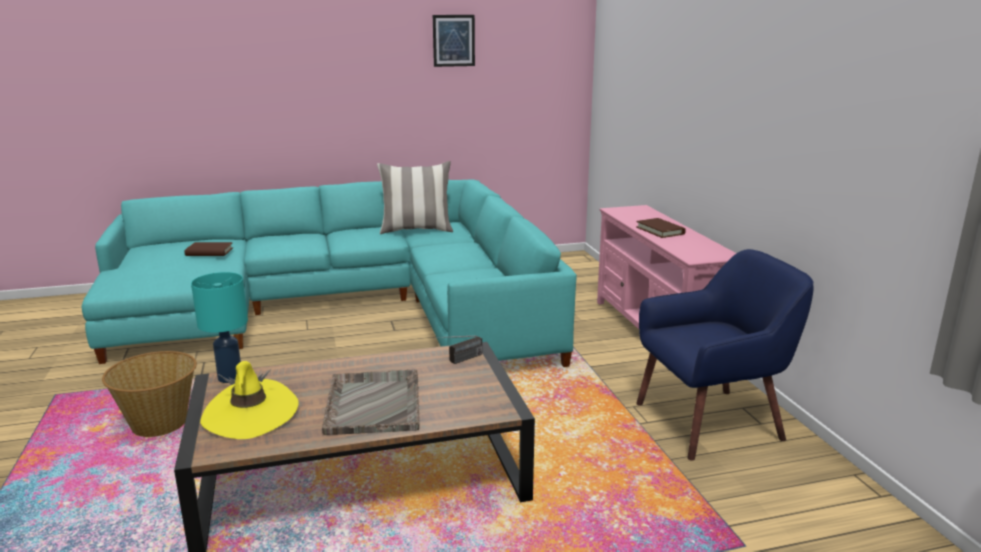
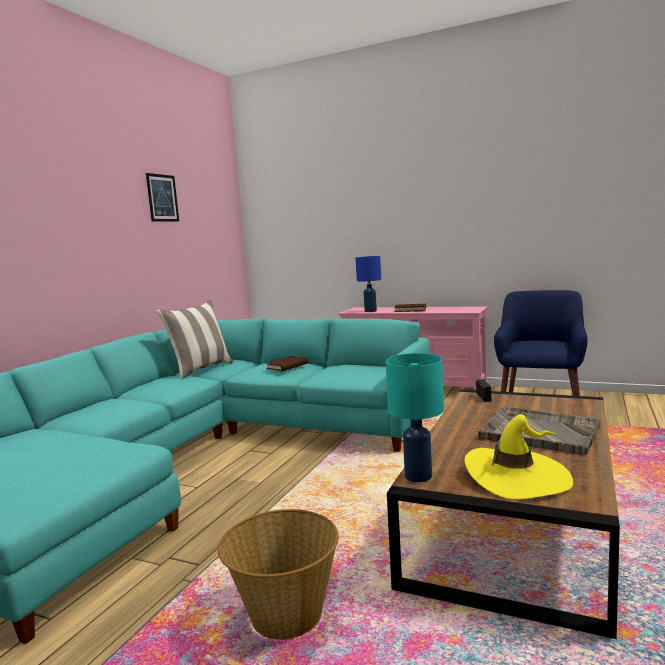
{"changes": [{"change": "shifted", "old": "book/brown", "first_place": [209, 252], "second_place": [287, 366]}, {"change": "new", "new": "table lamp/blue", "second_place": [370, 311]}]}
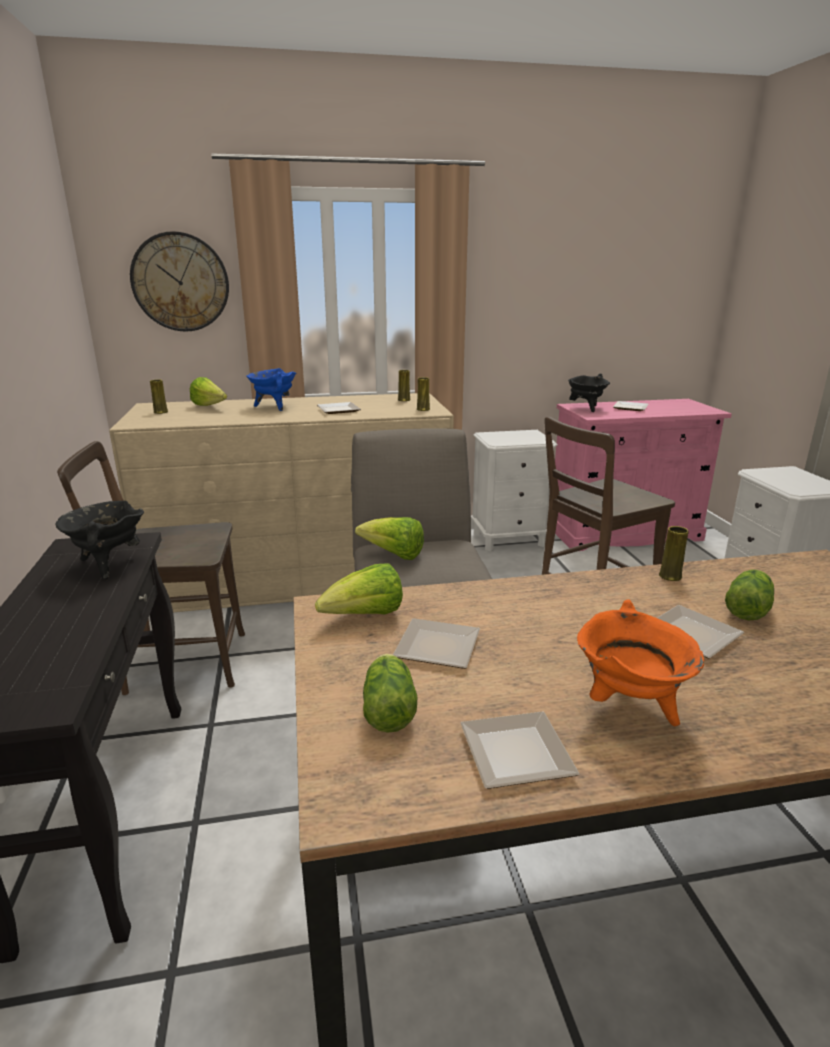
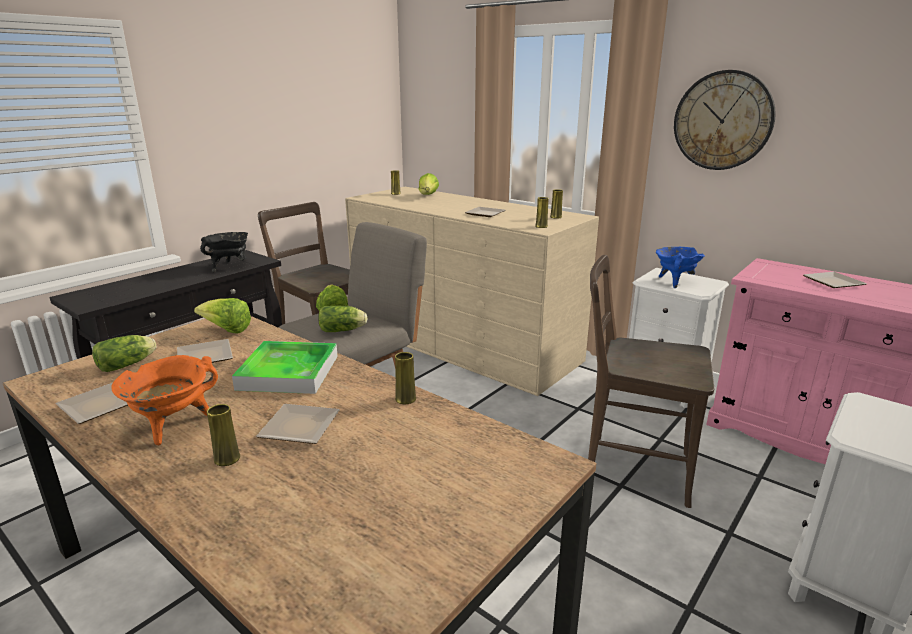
{"changes": [{"change": "shifted", "old": "wall clock", "first_place": [180, 282], "second_place": [723, 121]}, {"change": "shifted", "old": "cooking pot/blue", "first_place": [274, 407], "second_place": [674, 282]}, {"change": "gone", "old": "cooking pot/black", "first_place": [586, 408]}, {"change": "shifted", "old": "lettuce", "first_place": [748, 608], "second_place": [344, 330]}, {"change": "new", "new": "tray", "second_place": [288, 372]}, {"change": "new", "new": "vase/yellow", "second_place": [227, 459]}]}
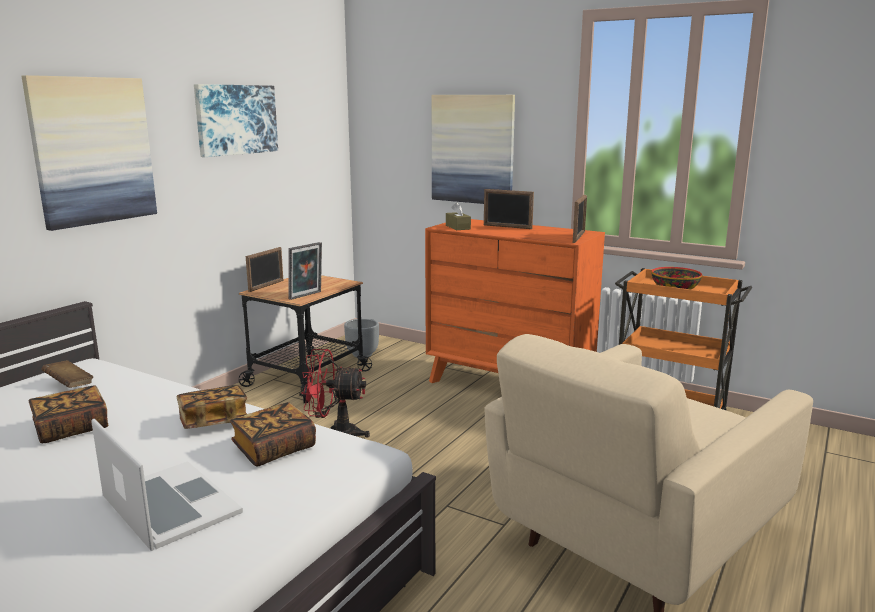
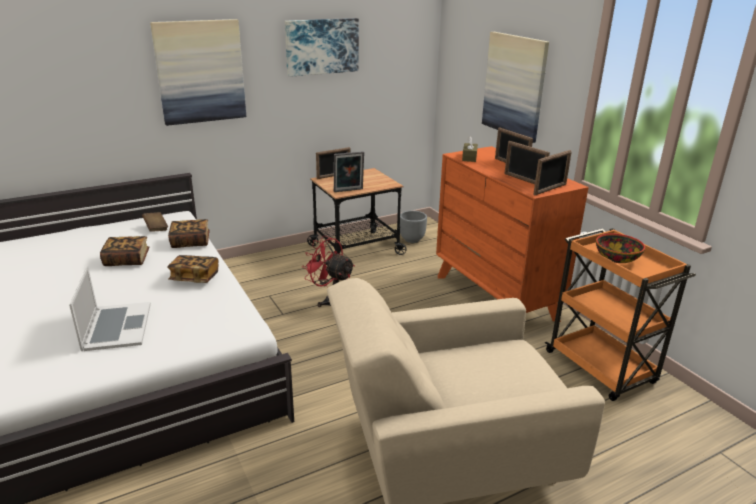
{"changes": [{"change": "shifted", "old": "book", "first_place": [274, 449], "second_place": [190, 242]}, {"change": "new", "new": "picture frame", "second_place": [523, 180]}]}
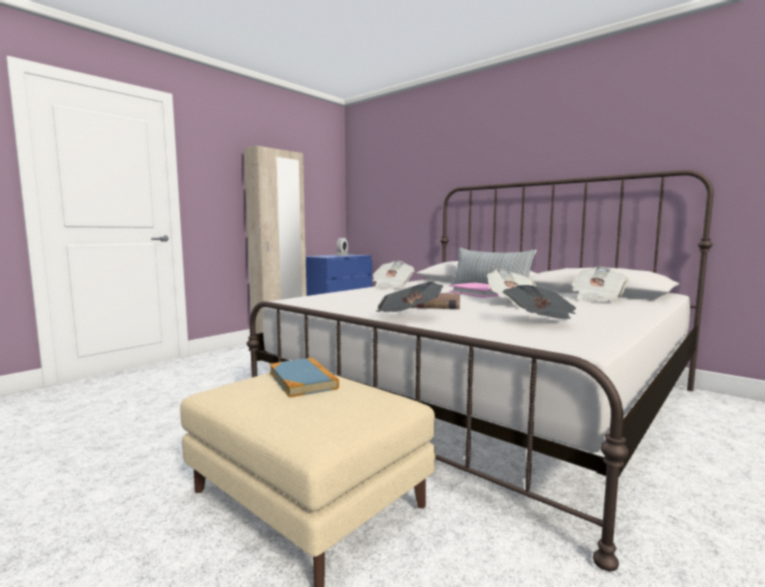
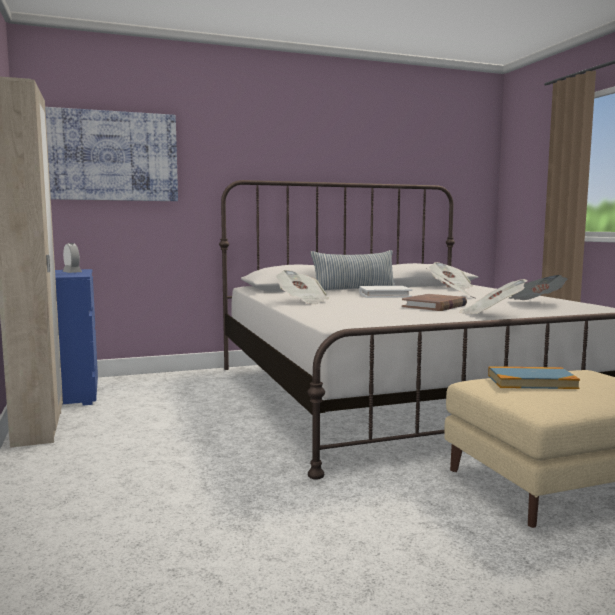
{"changes": [{"change": "repainted", "old": "book/pink", "new": "book/white", "first_place": [479, 293], "second_place": [384, 295]}, {"change": "new", "new": "picture", "second_place": [110, 156]}]}
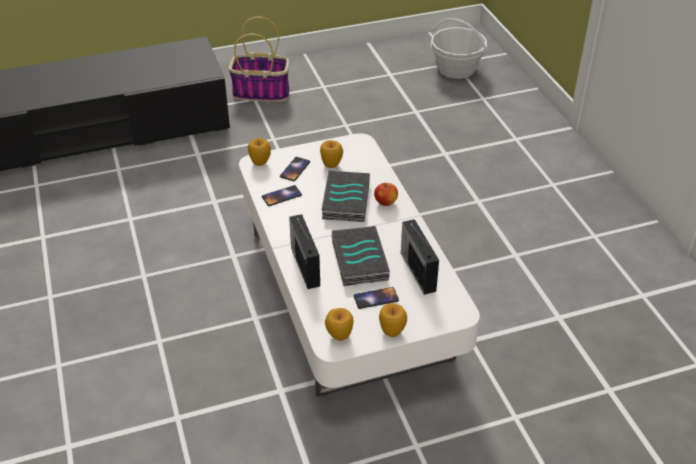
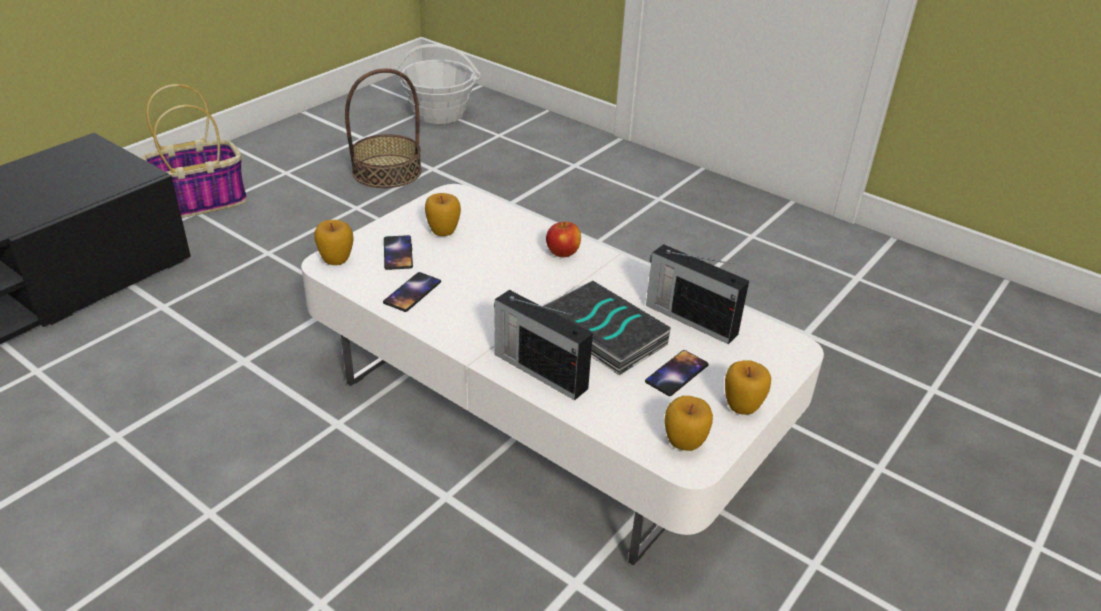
{"changes": [{"change": "gone", "old": "book", "first_place": [344, 200]}, {"change": "new", "new": "basket", "second_place": [387, 171]}]}
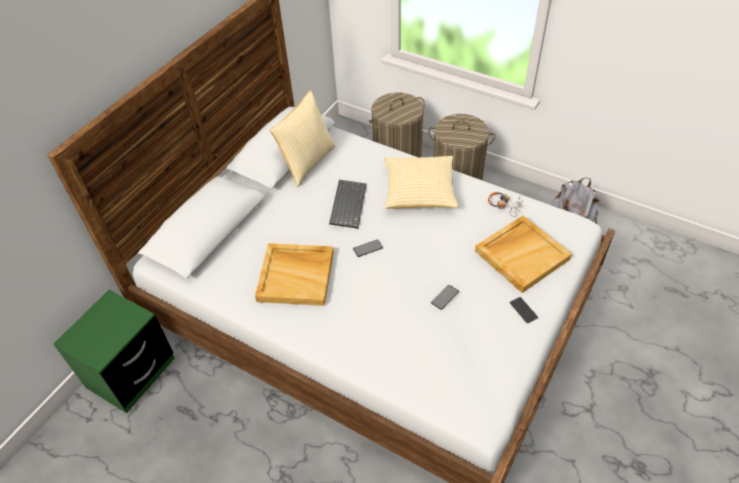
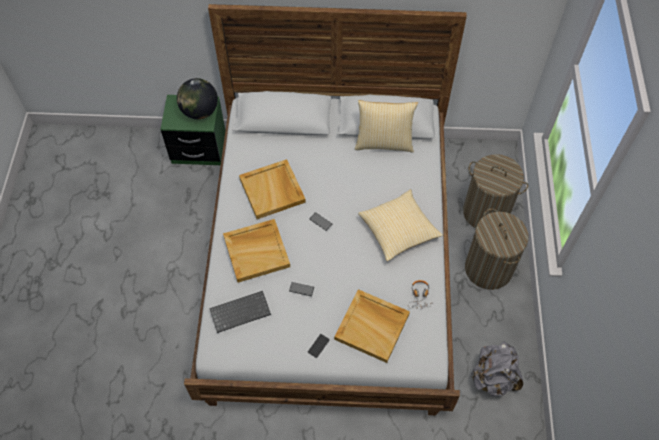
{"changes": [{"change": "shifted", "old": "keyboard", "first_place": [347, 204], "second_place": [240, 311]}, {"change": "new", "new": "globe", "second_place": [200, 111]}, {"change": "new", "new": "tray/beige", "second_place": [257, 251]}]}
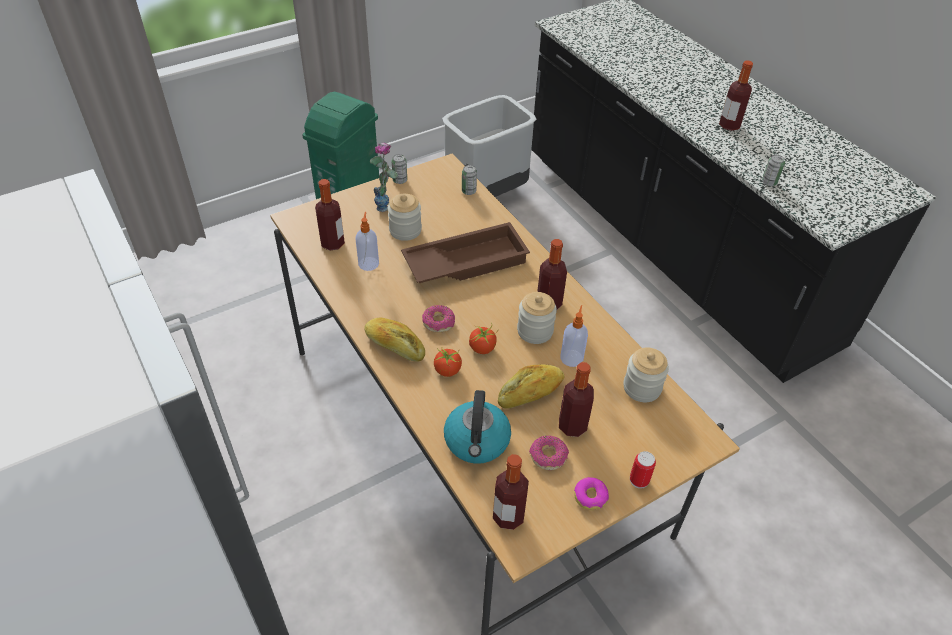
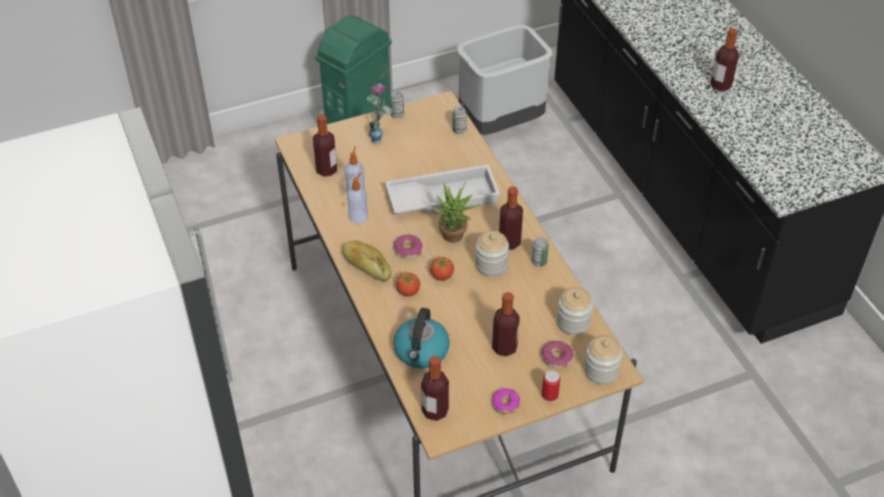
{"changes": [{"change": "shifted", "old": "can", "first_place": [769, 182], "second_place": [539, 262]}, {"change": "shifted", "old": "jar", "first_place": [405, 230], "second_place": [601, 371]}, {"change": "repainted", "old": "tray/brown", "new": "tray/white", "first_place": [465, 261], "second_place": [443, 197]}, {"change": "shifted", "old": "soap dispenser", "first_place": [571, 357], "second_place": [358, 217]}, {"change": "gone", "old": "bread", "first_place": [531, 393]}, {"change": "shifted", "old": "donut", "first_place": [548, 456], "second_place": [556, 358]}, {"change": "new", "new": "potted plant", "second_place": [455, 238]}]}
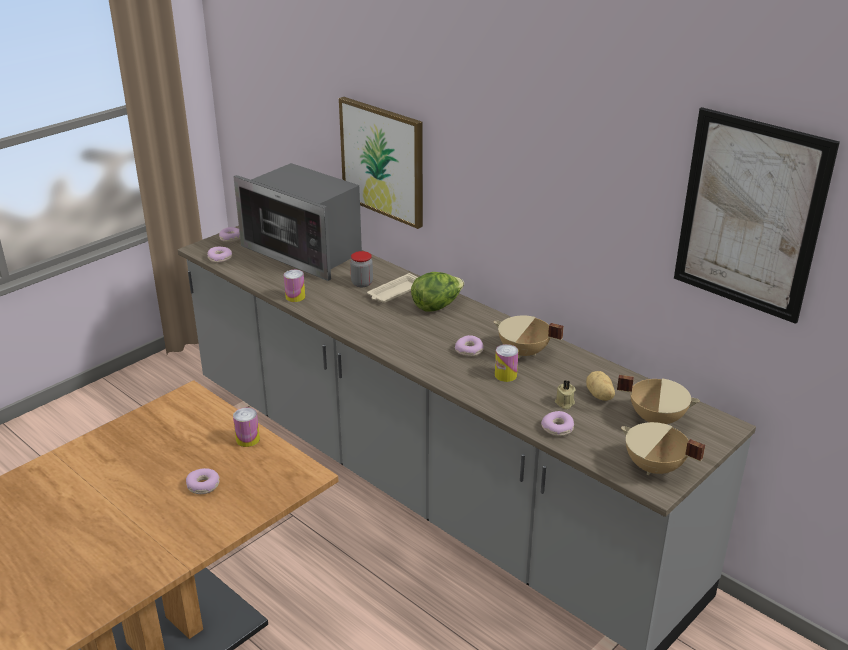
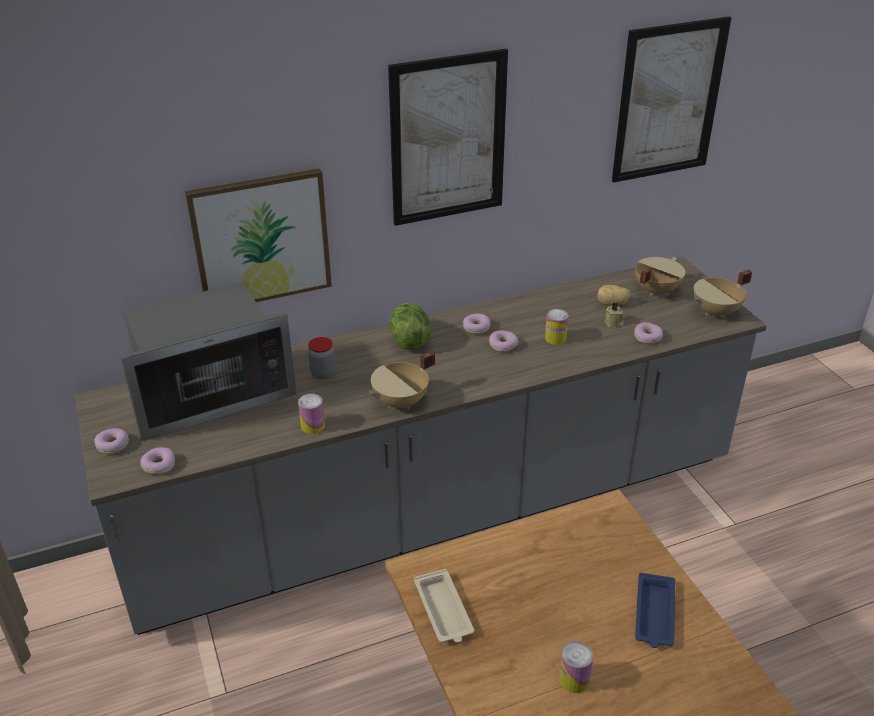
{"changes": [{"change": "shifted", "old": "tray/beige", "first_place": [395, 292], "second_place": [443, 611]}, {"change": "shifted", "old": "cooking pot/beige", "first_place": [523, 353], "second_place": [401, 402]}, {"change": "shifted", "old": "can", "first_place": [248, 439], "second_place": [574, 679]}, {"change": "shifted", "old": "donut", "first_place": [203, 486], "second_place": [476, 328]}, {"change": "new", "new": "picture", "second_place": [448, 139]}, {"change": "new", "new": "tray/blue", "second_place": [654, 615]}]}
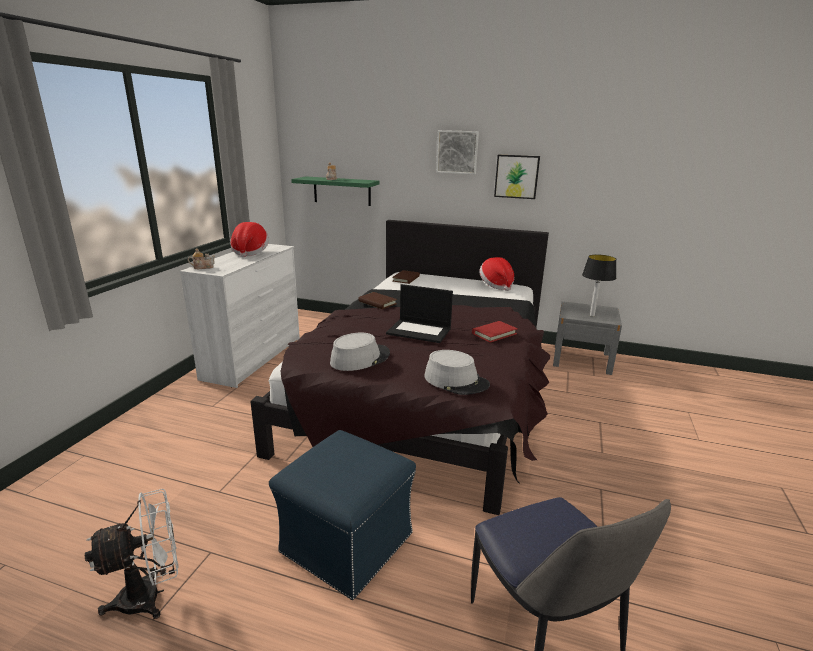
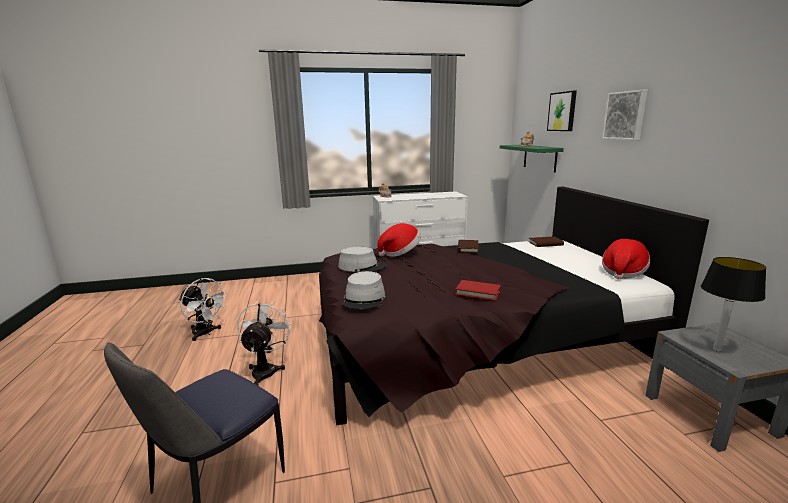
{"changes": [{"change": "shifted", "old": "picture", "first_place": [516, 176], "second_place": [562, 111]}, {"change": "shifted", "old": "hat", "first_place": [250, 252], "second_place": [400, 253]}, {"change": "gone", "old": "laptop", "first_place": [420, 331]}, {"change": "swapped", "old": "ottoman/blue", "new": "fan/white", "first_place": [346, 544], "second_place": [266, 370]}]}
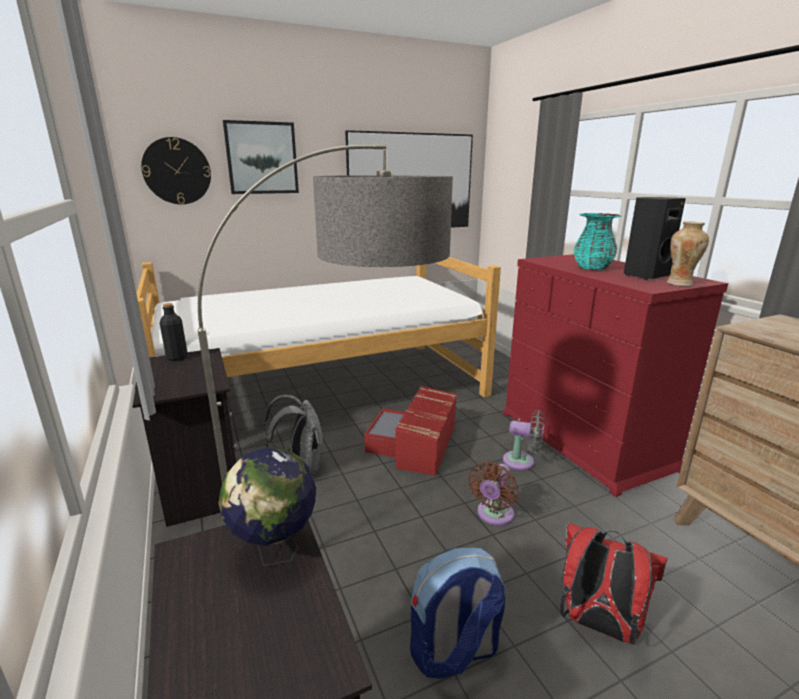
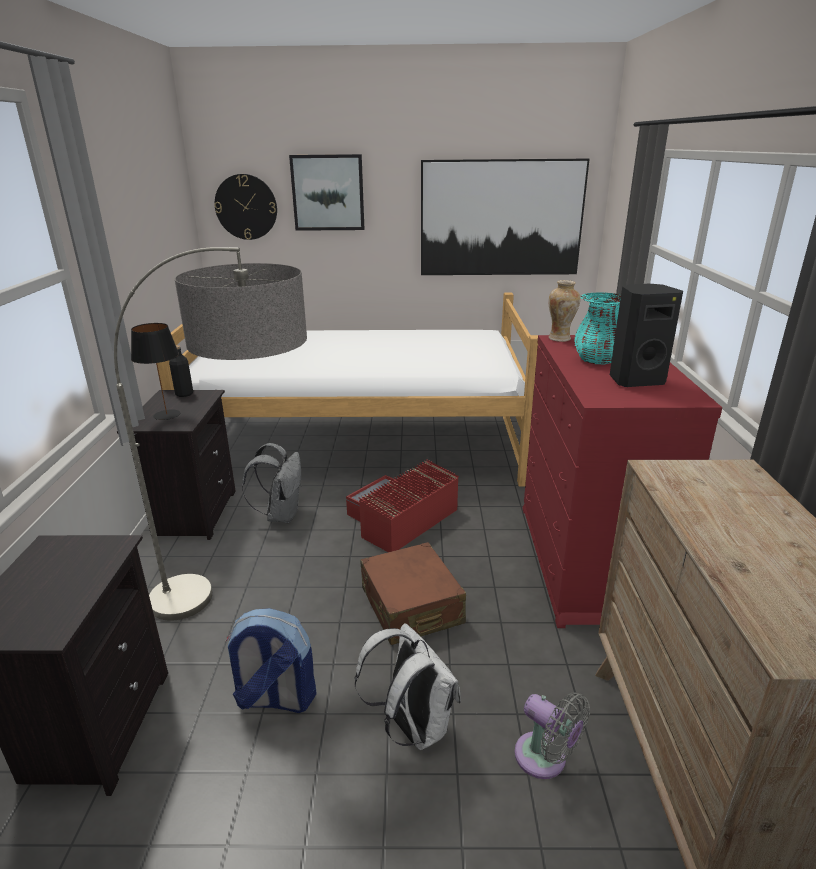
{"changes": [{"change": "shifted", "old": "vase", "first_place": [680, 284], "second_place": [560, 339]}, {"change": "shifted", "old": "fan/grey", "first_place": [522, 462], "second_place": [545, 759]}, {"change": "gone", "old": "globe", "first_place": [275, 552]}, {"change": "swapped", "old": "fan/brown", "new": "suitcase/brown", "first_place": [493, 515], "second_place": [411, 606]}, {"change": "repainted", "old": "backpack/red", "new": "backpack/white", "first_place": [597, 625], "second_place": [412, 726]}, {"change": "new", "new": "table lamp/black", "second_place": [167, 415]}]}
